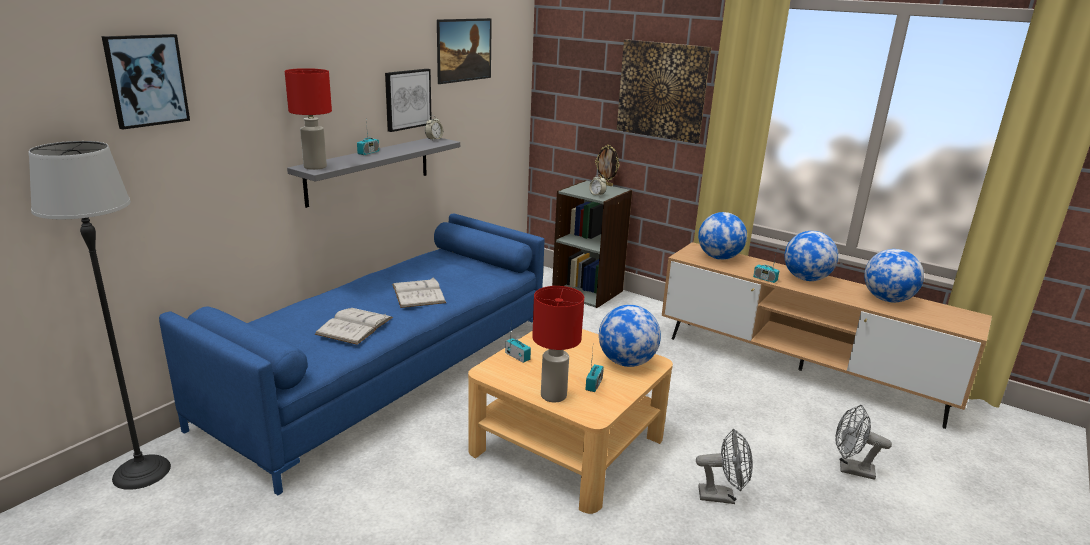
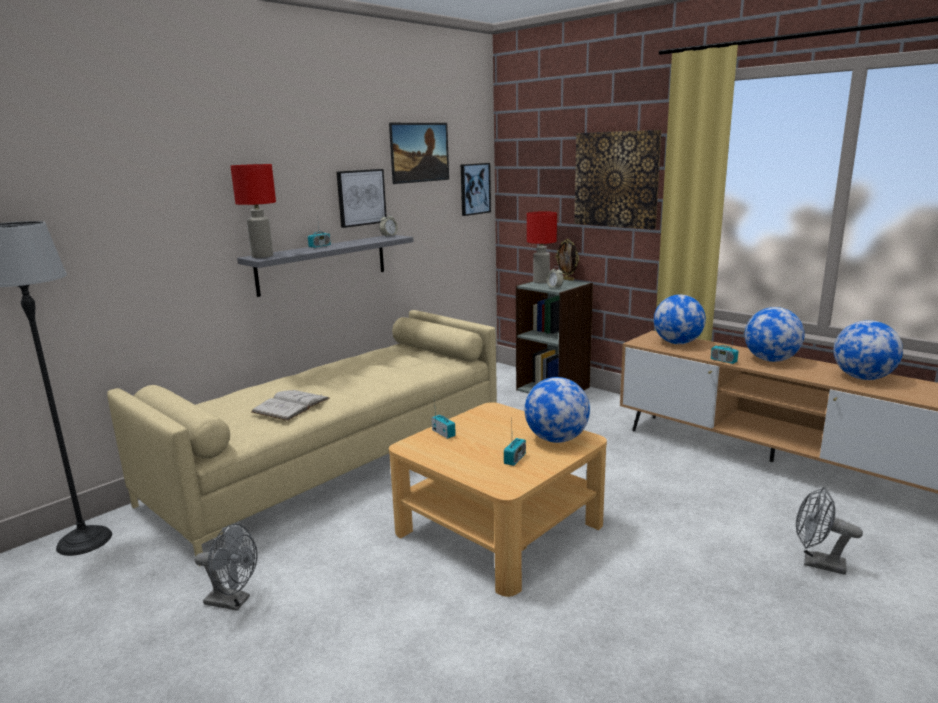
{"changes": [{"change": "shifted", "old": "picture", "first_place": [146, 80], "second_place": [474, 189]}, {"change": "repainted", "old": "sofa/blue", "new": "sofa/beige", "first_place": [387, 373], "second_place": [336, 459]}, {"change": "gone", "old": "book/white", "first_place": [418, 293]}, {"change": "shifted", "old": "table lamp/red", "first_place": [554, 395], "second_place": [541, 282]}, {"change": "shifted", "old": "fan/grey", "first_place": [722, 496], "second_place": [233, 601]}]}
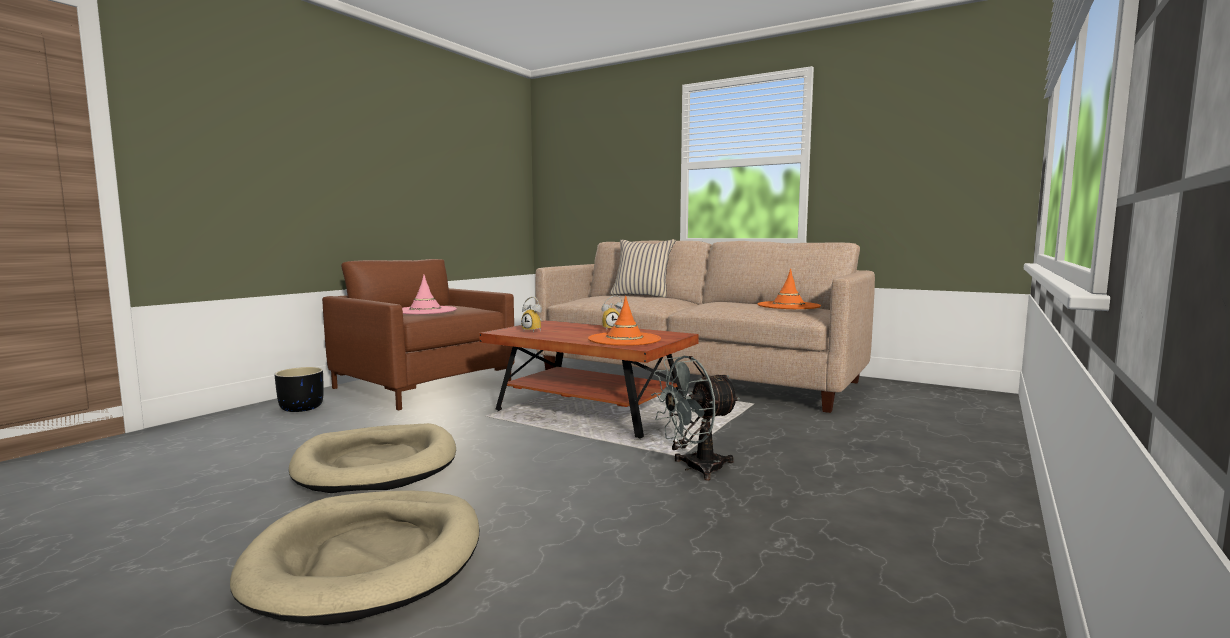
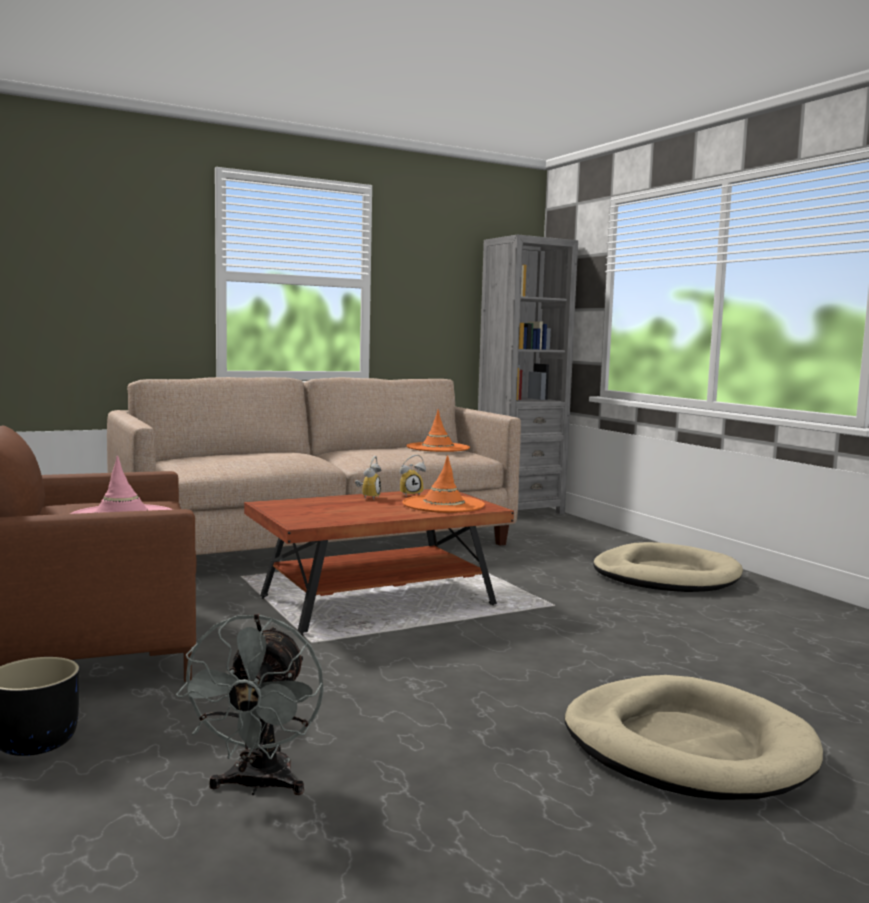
{"changes": [{"change": "gone", "old": "pillow/beige", "first_place": [642, 295]}, {"change": "shifted", "old": "alarm clock", "first_place": [534, 331], "second_place": [410, 494]}, {"change": "shifted", "old": "fan/grey", "first_place": [695, 468], "second_place": [258, 786]}, {"change": "shifted", "old": "dog bed/beige", "first_place": [377, 464], "second_place": [665, 576]}, {"change": "new", "new": "bookcase/grey", "second_place": [519, 510]}]}
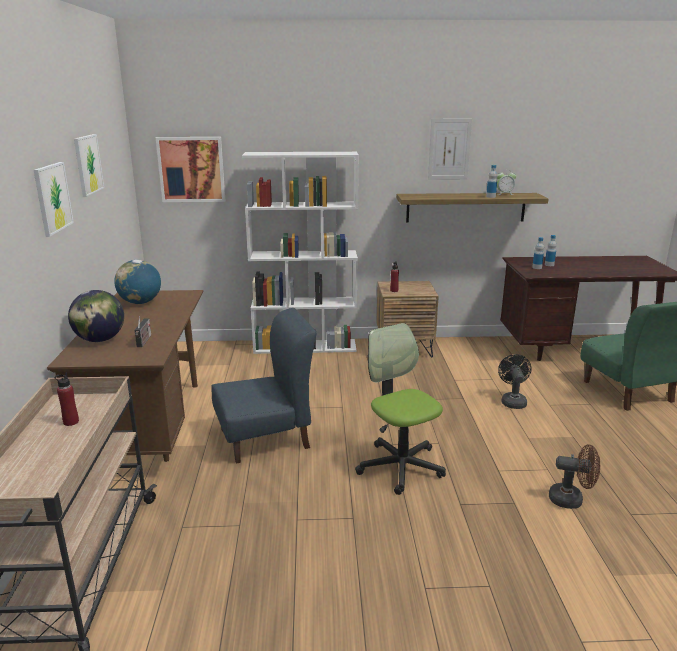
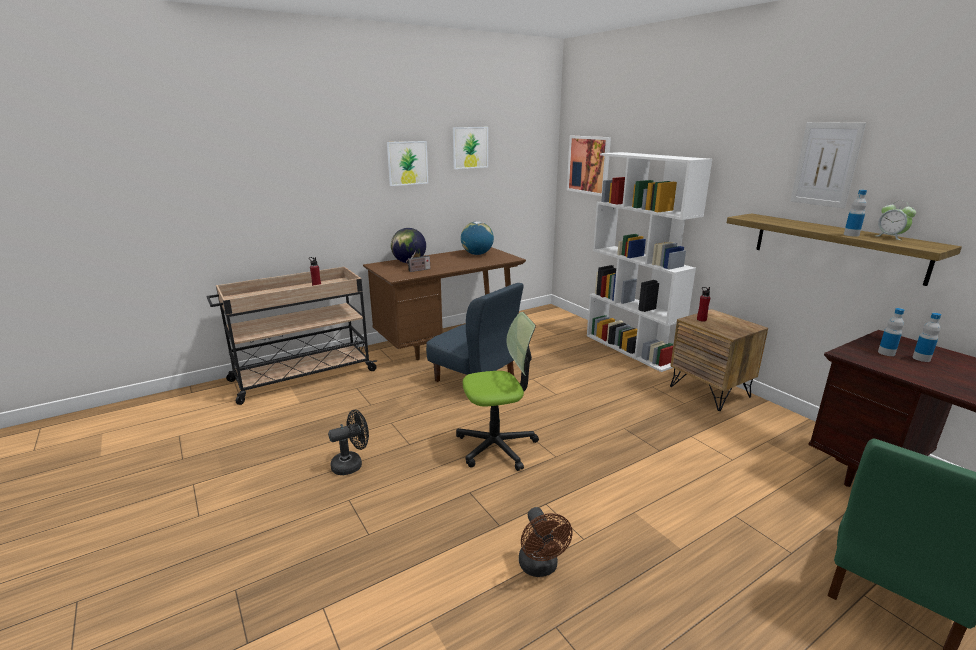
{"changes": [{"change": "rotated", "old": "office chair", "first_place": [400, 466], "second_place": [496, 446], "degrees": 45}, {"change": "shifted", "old": "fan/black", "first_place": [512, 401], "second_place": [352, 464]}]}
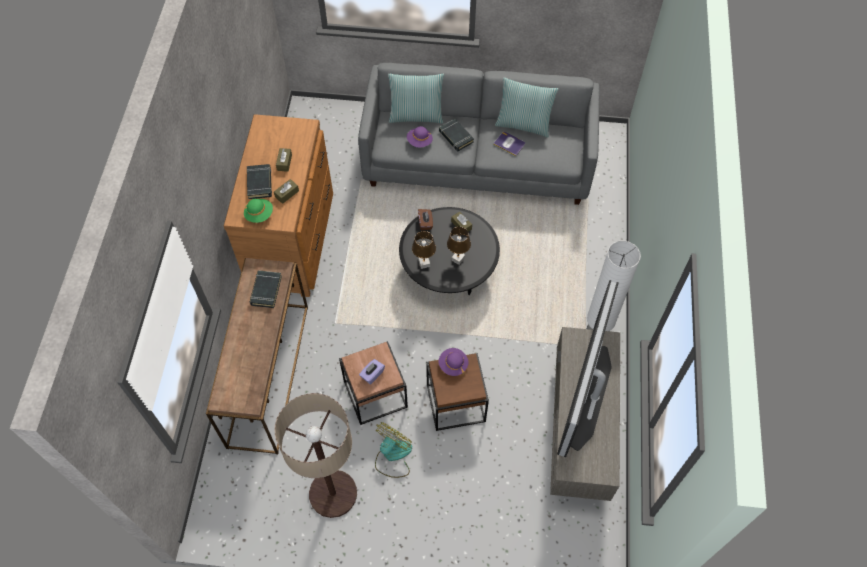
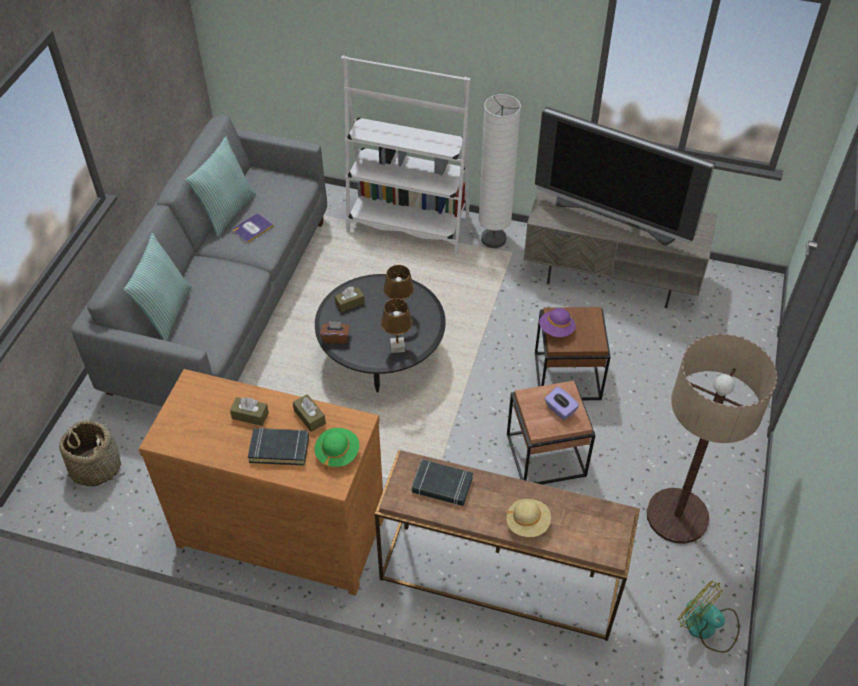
{"changes": [{"change": "gone", "old": "book/black", "first_place": [456, 137]}, {"change": "gone", "old": "hat/purple", "first_place": [419, 141]}, {"change": "shifted", "old": "fan", "first_place": [392, 456], "second_place": [707, 627]}, {"change": "new", "new": "bookcase/white", "second_place": [408, 224]}, {"change": "new", "new": "basket", "second_place": [96, 467]}, {"change": "new", "new": "hat/beige", "second_place": [527, 523]}]}
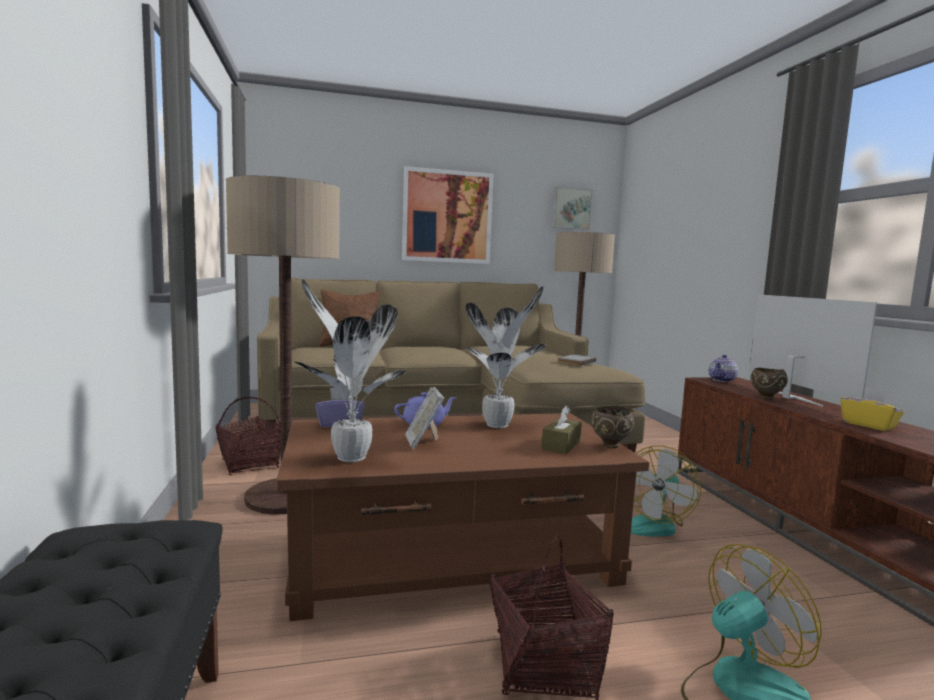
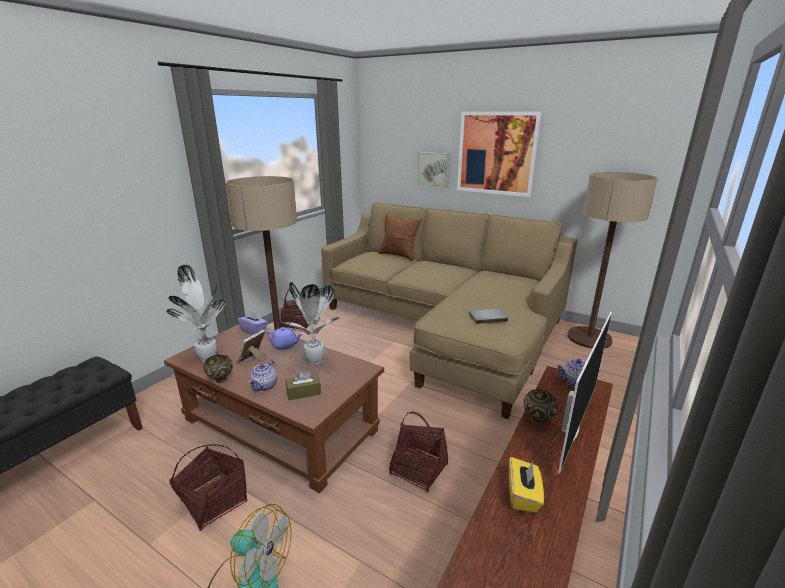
{"changes": [{"change": "shifted", "old": "picture", "first_place": [571, 208], "second_place": [434, 169]}, {"change": "shifted", "old": "bowl/brown", "first_place": [610, 446], "second_place": [220, 380]}, {"change": "swapped", "old": "fan", "new": "basket", "first_place": [653, 524], "second_place": [418, 470]}, {"change": "new", "new": "teapot", "second_place": [265, 386]}]}
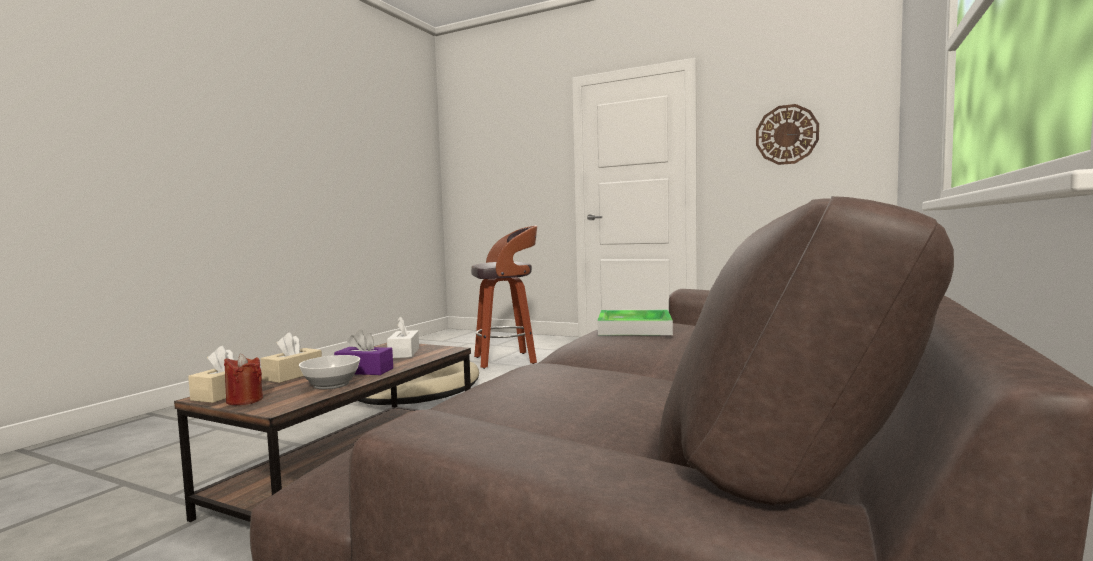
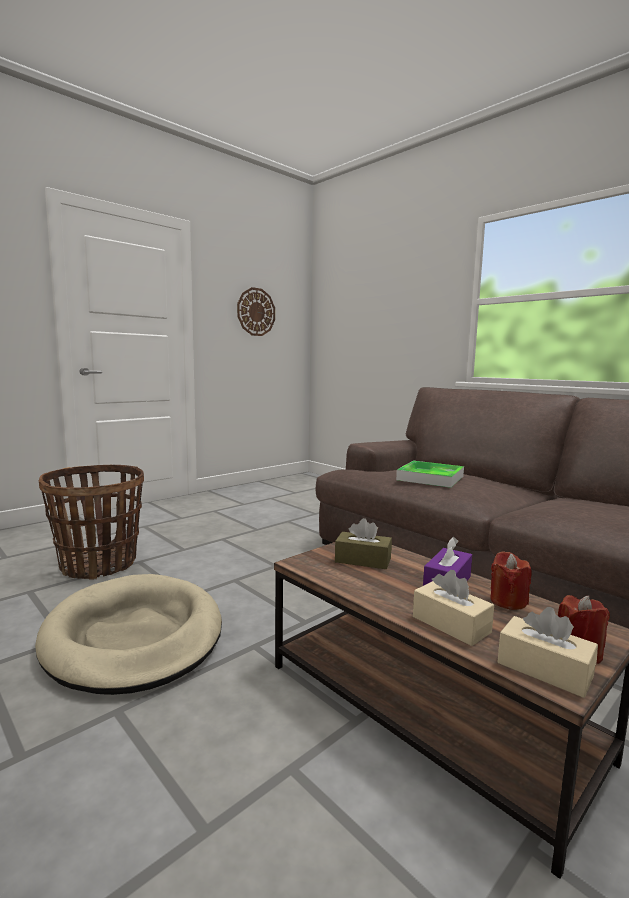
{"changes": [{"change": "swapped", "old": "stool", "new": "basket", "first_place": [506, 360], "second_place": [99, 564]}, {"change": "repainted", "old": "tissue box/white", "new": "tissue box/brown", "first_place": [404, 353], "second_place": [363, 560]}, {"change": "swapped", "old": "bowl", "new": "candle/red", "first_place": [332, 384], "second_place": [508, 601]}]}
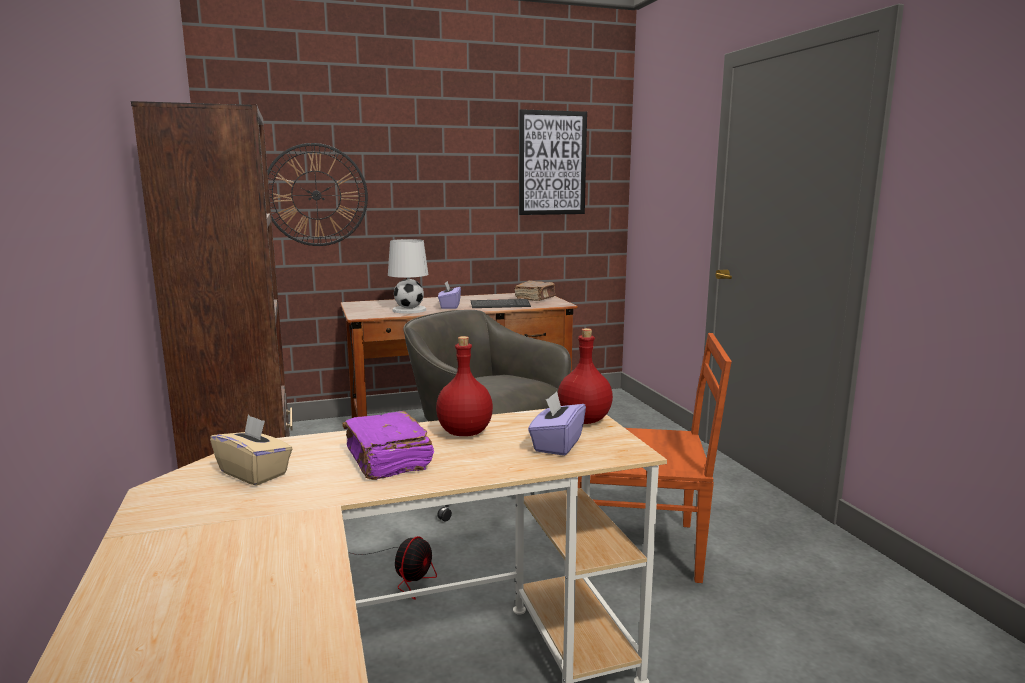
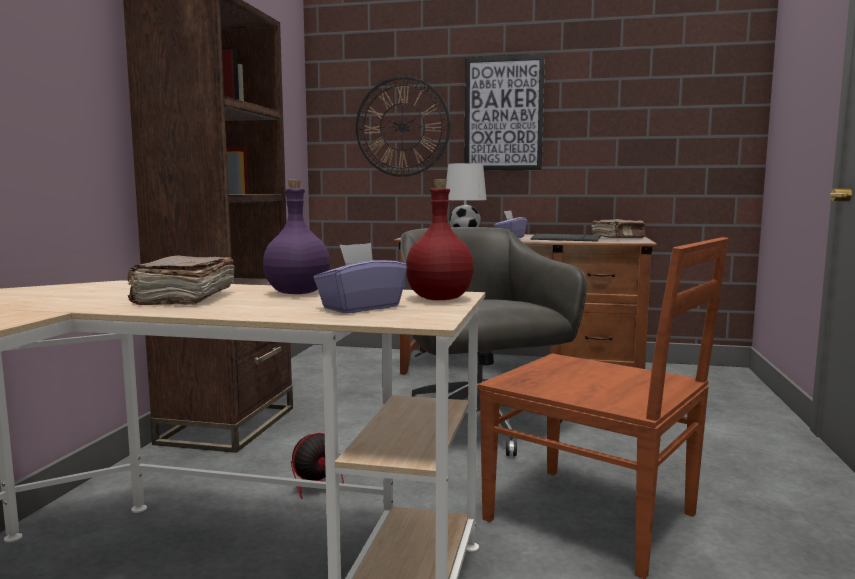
{"changes": [{"change": "shifted", "old": "picture", "first_place": [552, 163], "second_place": [503, 114]}, {"change": "repainted", "old": "bottle/red", "new": "bottle/purple", "first_place": [464, 433], "second_place": [296, 293]}, {"change": "repainted", "old": "book/purple", "new": "book/brown", "first_place": [387, 460], "second_place": [184, 298]}, {"change": "gone", "old": "tissue box/beige", "first_place": [254, 473]}]}
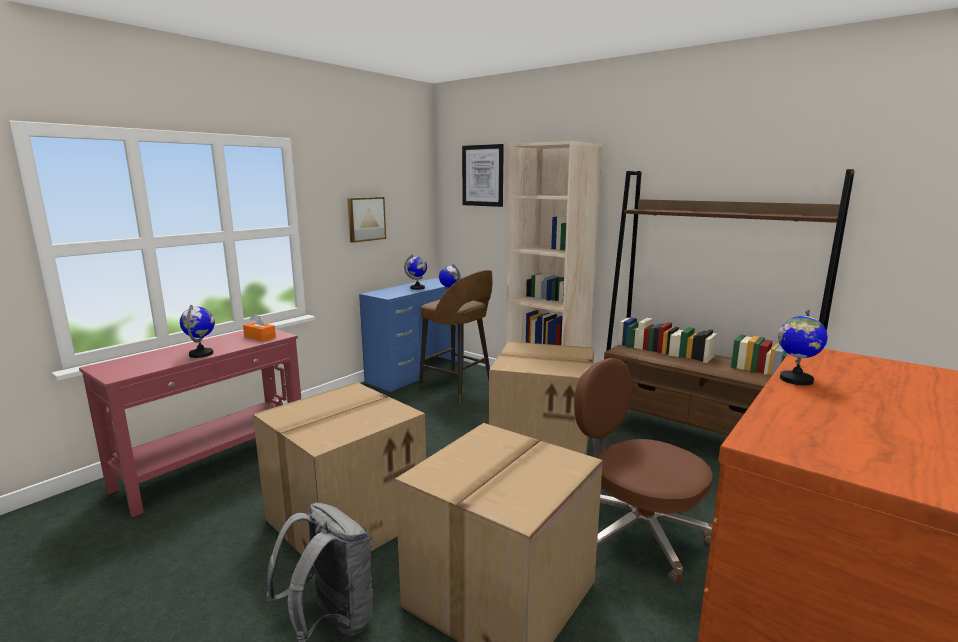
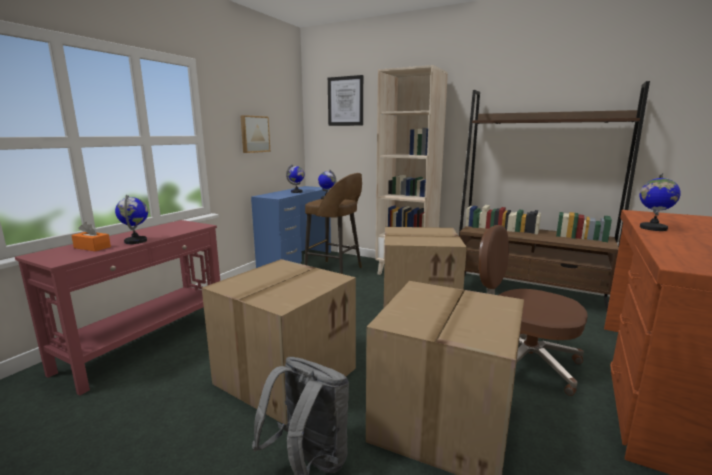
{"changes": [{"change": "shifted", "old": "tissue box/orange", "first_place": [260, 337], "second_place": [92, 247]}]}
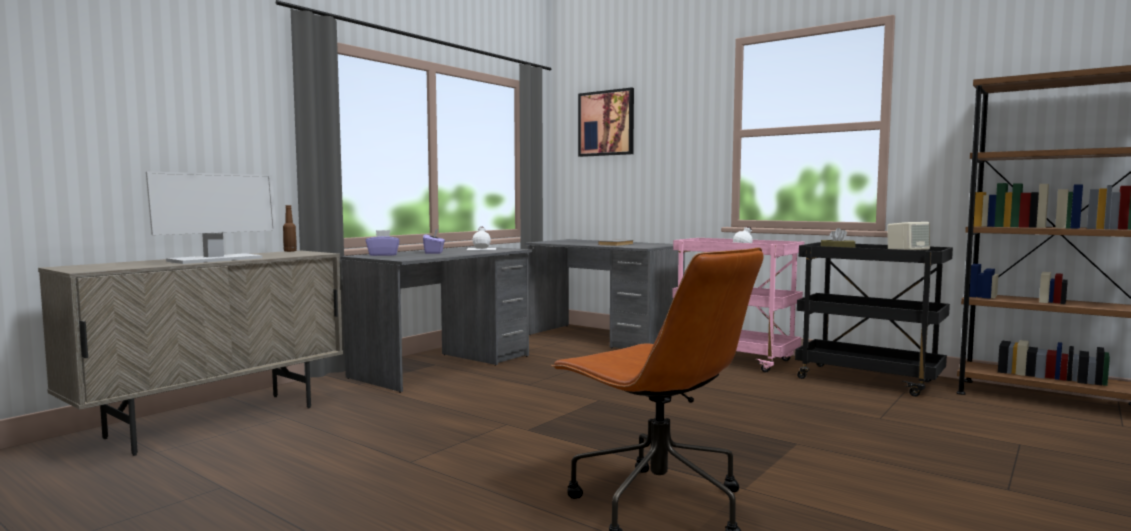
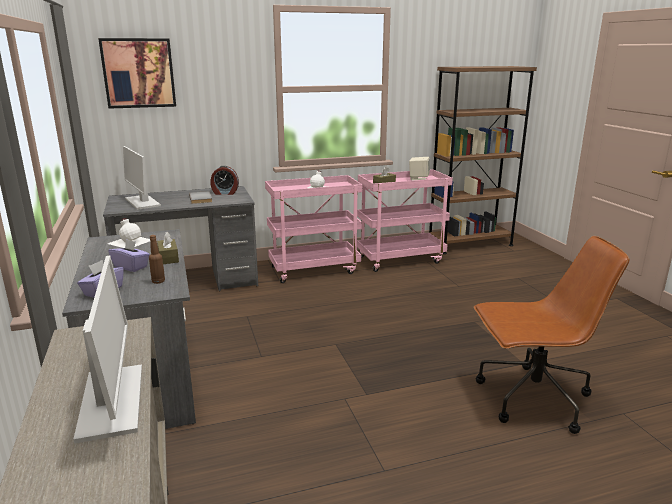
{"changes": [{"change": "shifted", "old": "bottle/brown", "first_place": [290, 251], "second_place": [158, 281]}, {"change": "repainted", "old": "cart/black", "new": "cart/pink", "first_place": [869, 380], "second_place": [400, 259]}, {"change": "new", "new": "monitor", "second_place": [142, 202]}, {"change": "new", "new": "alarm clock", "second_place": [225, 193]}, {"change": "new", "new": "tissue box/brown", "second_place": [168, 258]}]}
